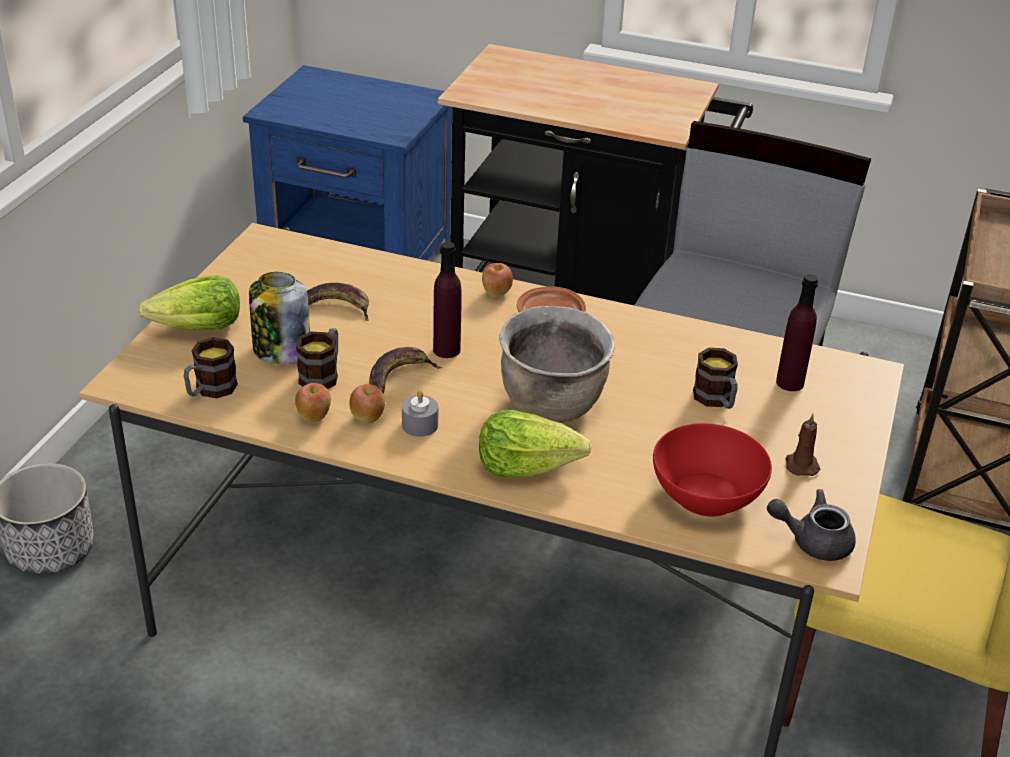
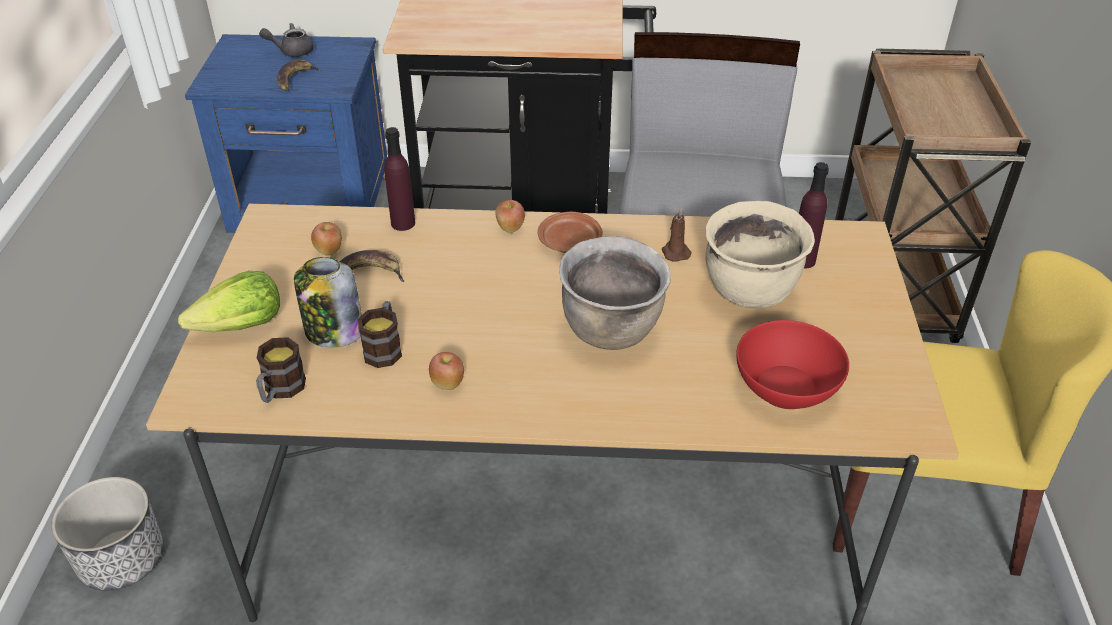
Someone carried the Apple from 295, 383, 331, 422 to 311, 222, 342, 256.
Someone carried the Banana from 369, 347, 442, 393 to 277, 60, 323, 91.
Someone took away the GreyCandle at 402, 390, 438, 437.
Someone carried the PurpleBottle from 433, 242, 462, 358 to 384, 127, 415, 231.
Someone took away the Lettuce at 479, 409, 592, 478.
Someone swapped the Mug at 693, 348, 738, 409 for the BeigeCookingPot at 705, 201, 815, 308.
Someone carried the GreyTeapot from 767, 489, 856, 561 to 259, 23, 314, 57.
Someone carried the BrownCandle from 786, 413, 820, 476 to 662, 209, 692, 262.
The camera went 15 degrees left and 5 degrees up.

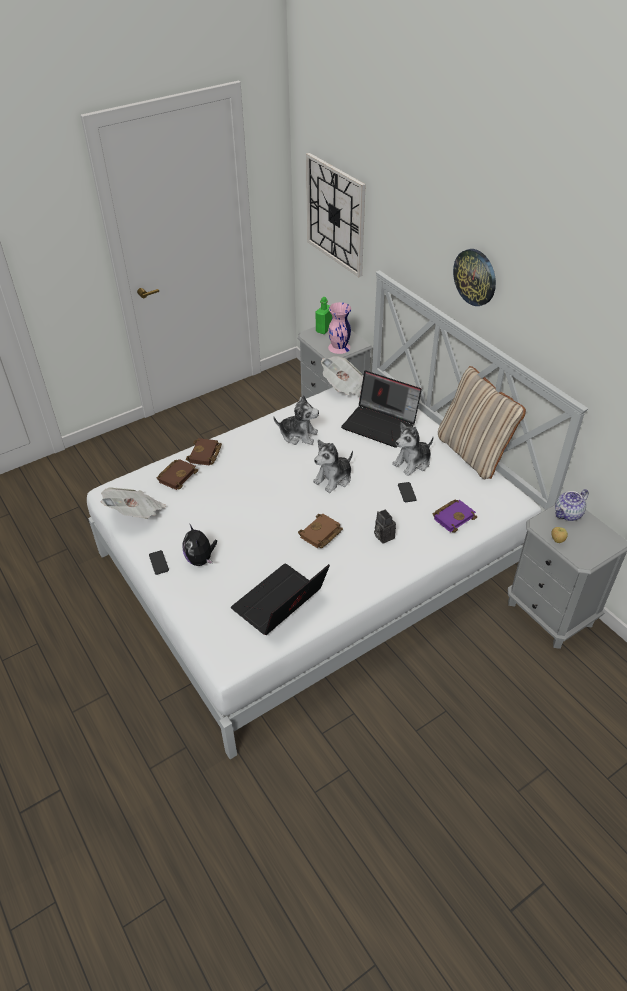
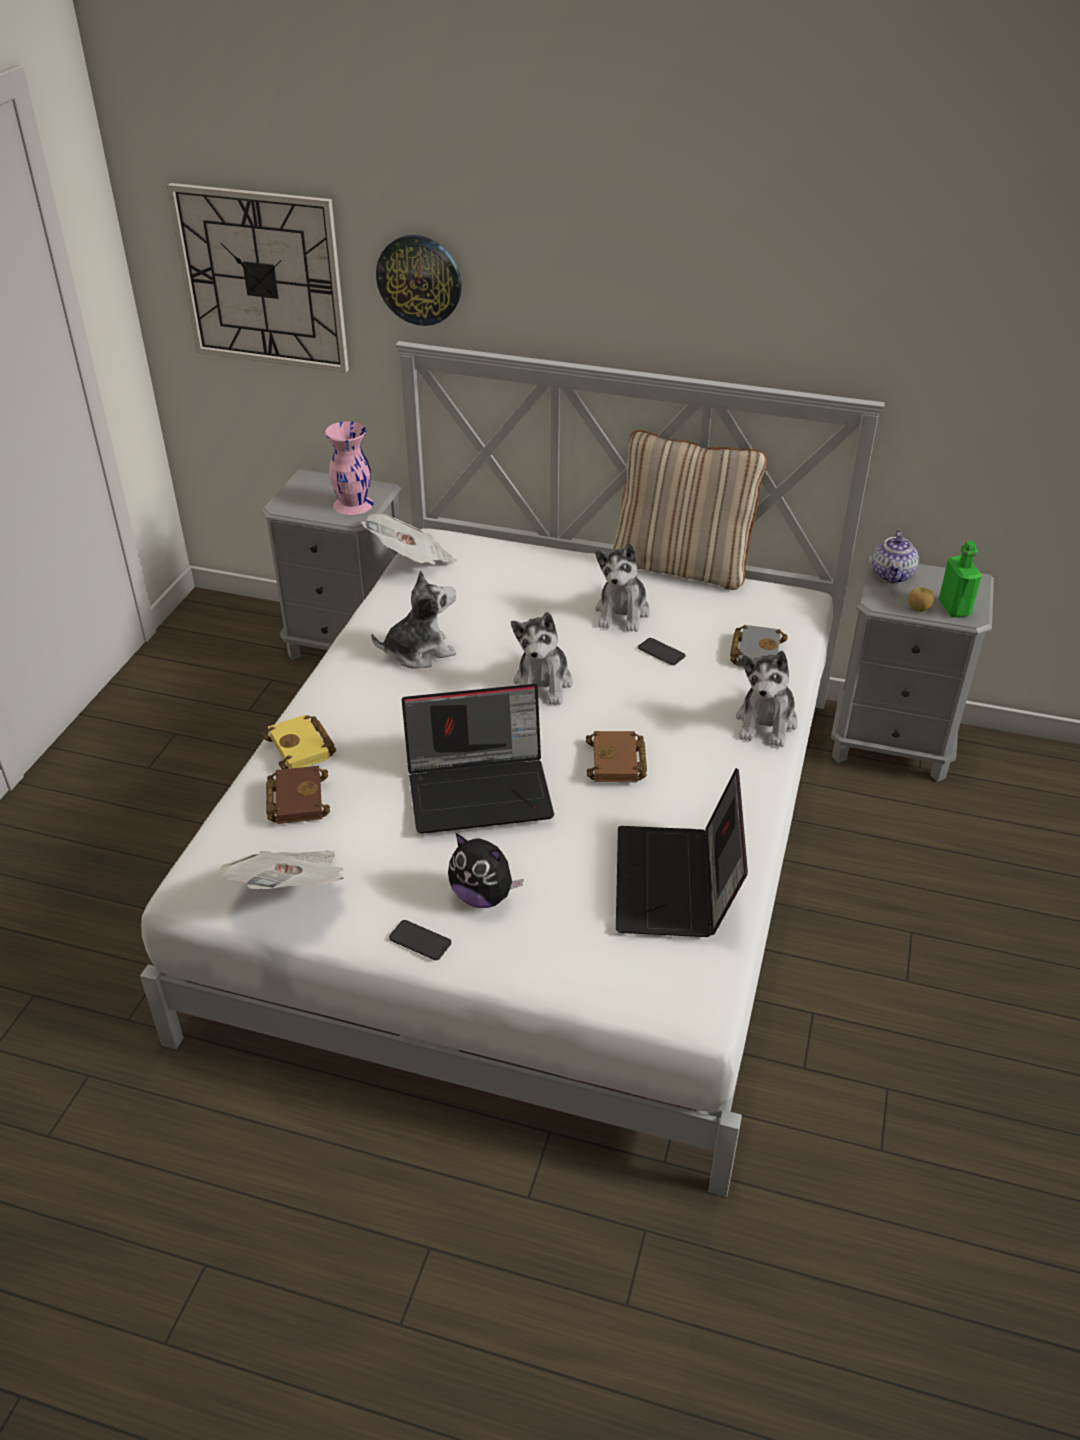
Someone repainted the BrownBook at 186, 438, 222, 465, which became the YellowBook at 262, 715, 336, 769.
Someone carried the GreenBottle from 315, 297, 332, 334 to 939, 541, 982, 617.
Someone carried the Laptop from 341, 371, 422, 448 to 402, 684, 554, 834.
Someone took away the PhotoCamera at 374, 509, 396, 544.
Someone repainted the PurpleBook at 432, 500, 477, 532, which became the GreyBook at 730, 625, 788, 667.
Someone carried the WallClock from 453, 249, 496, 306 to 376, 235, 462, 326.
Someone put down the PlushToy at 736, 651, 798, 747.
The camera went 40 degrees left and 5 degrees down.

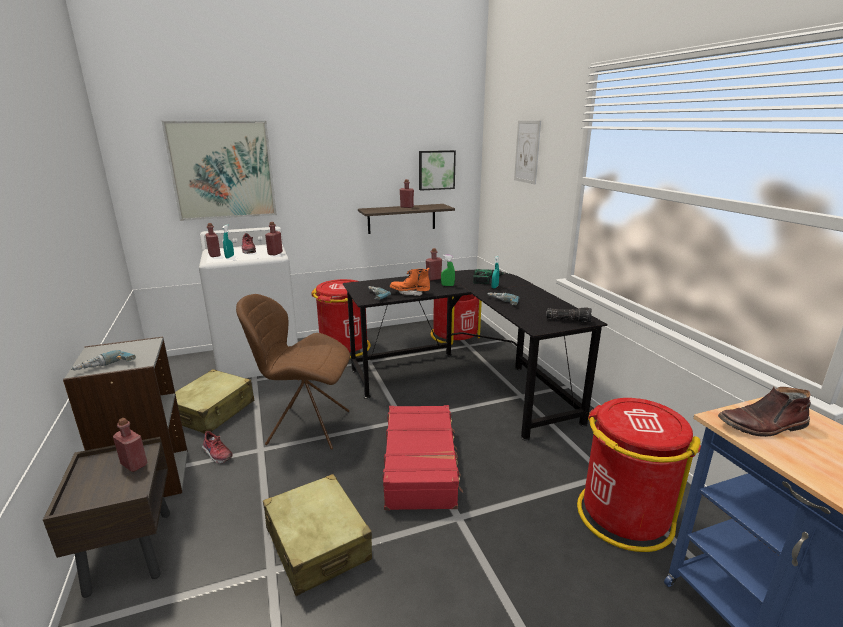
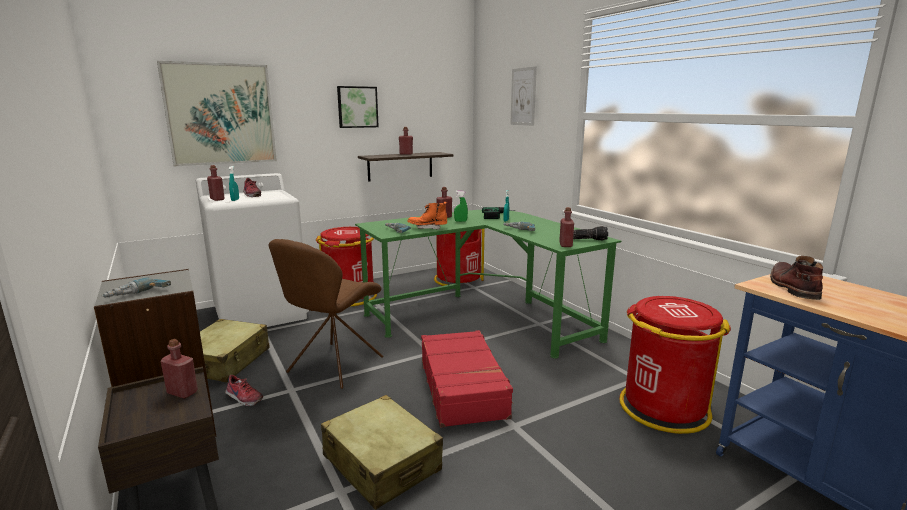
Someone rotated the BrownChair at 236, 294, 350, 450 by 60 degrees counterclockwise.
Someone carried the RedBottle from 265, 222, 283, 255 to 559, 207, 574, 247.
Someone repainted the BlackDesk at 343, 270, 607, 441, which became the GreenDesk at 355, 210, 621, 359.
Someone carried the Picture from 419, 150, 456, 191 to 337, 86, 379, 128.
Someone rotated the BrownBoot at 718, 386, 811, 437 by 120 degrees clockwise.
The camera went 10 degrees left and 5 degrees down.

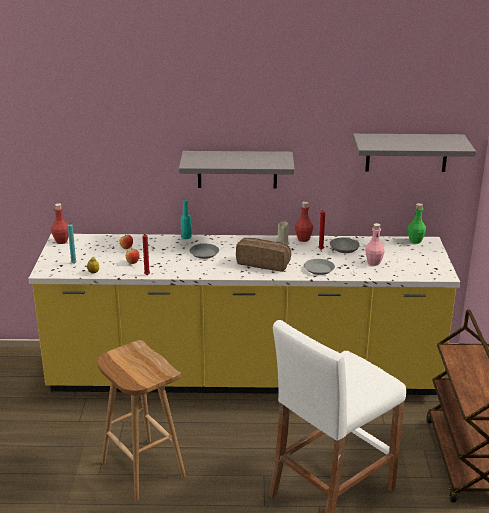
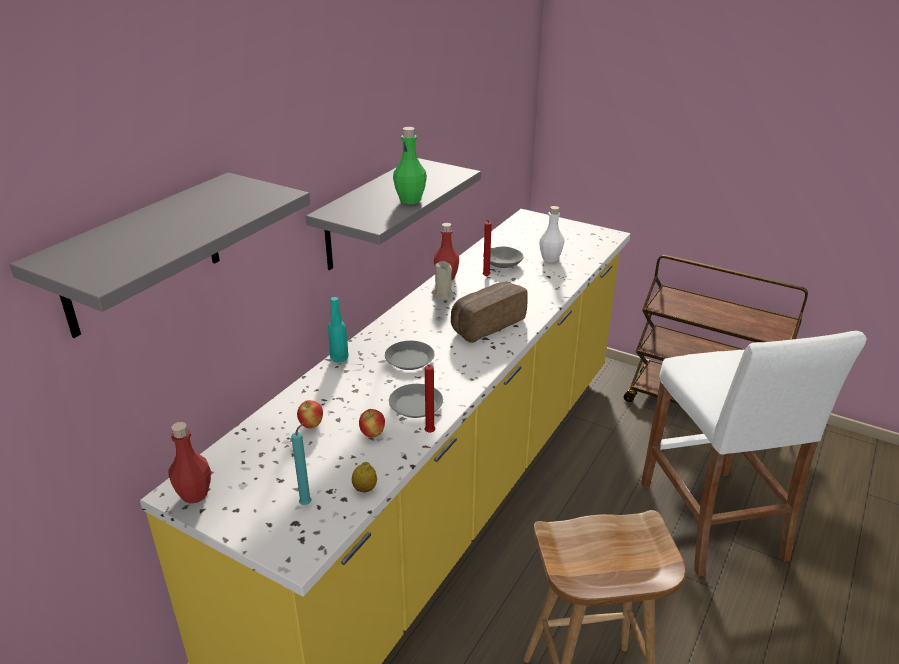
Someone carried the GreyPlate from 304, 259, 335, 275 to 389, 384, 443, 418.
Someone carried the GreyShelf from 353, 134, 476, 172 to 9, 172, 310, 338.
Someone repainted the PinkBottle at 365, 223, 385, 266, which became the WhiteBottle at 539, 206, 564, 262.
Someone carried the GreenBottle from 408, 203, 426, 244 to 393, 127, 427, 204.
The camera went 60 degrees left and 5 degrees up.

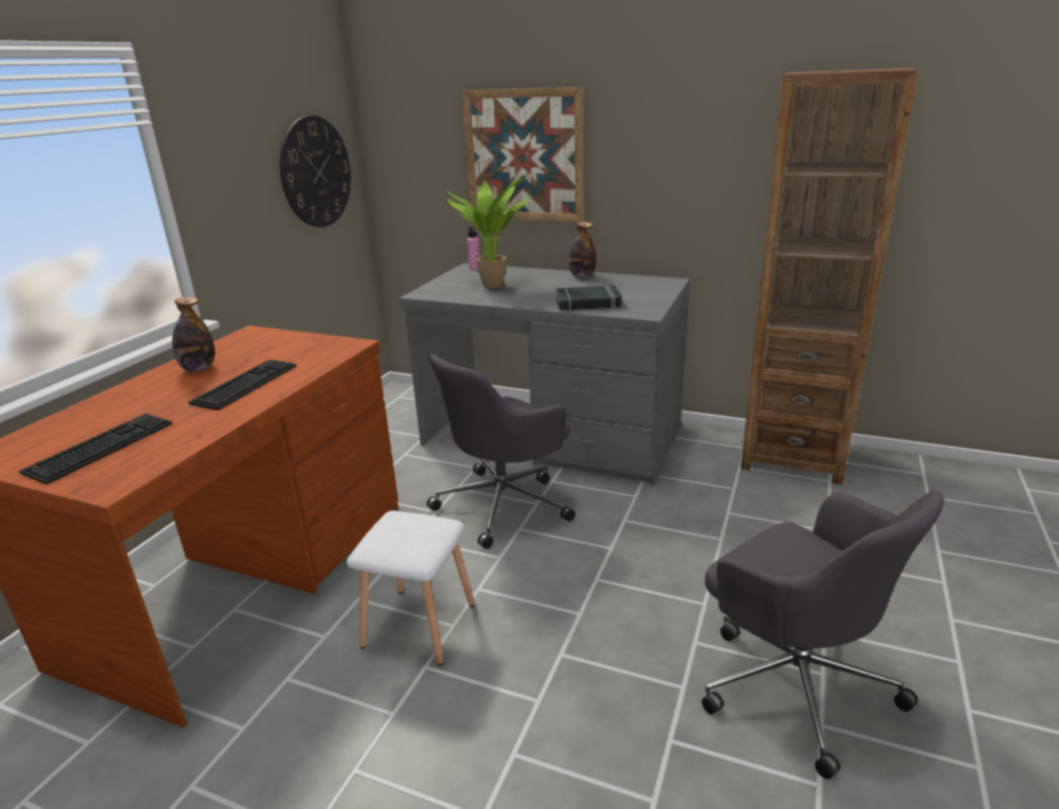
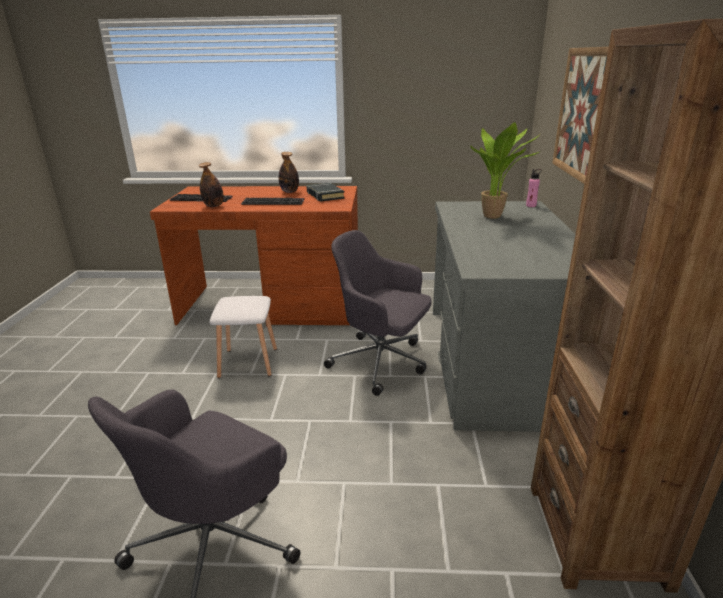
Someone took away the WallClock at 280, 115, 351, 227.
Someone carried the BlackBook from 556, 285, 622, 311 to 307, 183, 345, 202.
Someone carried the Bottle from 569, 222, 596, 278 to 199, 162, 224, 207.
The camera went 70 degrees right and 0 degrees up.

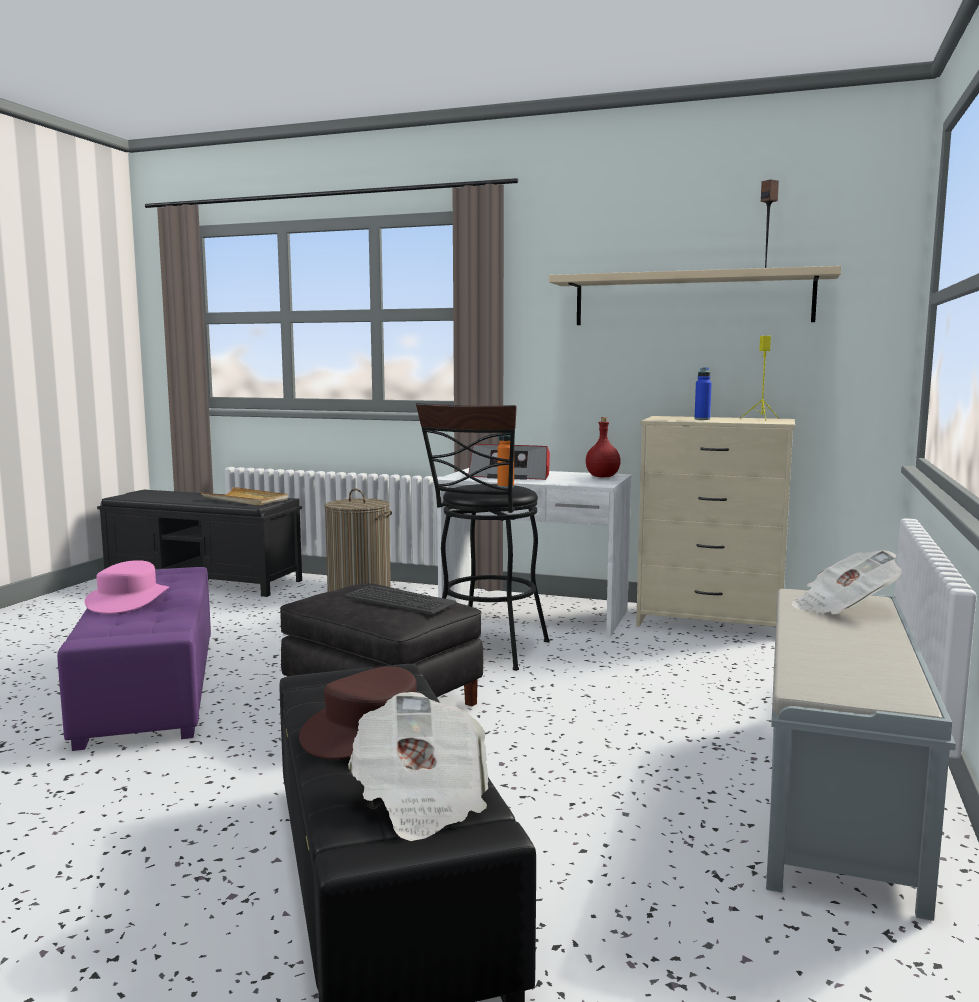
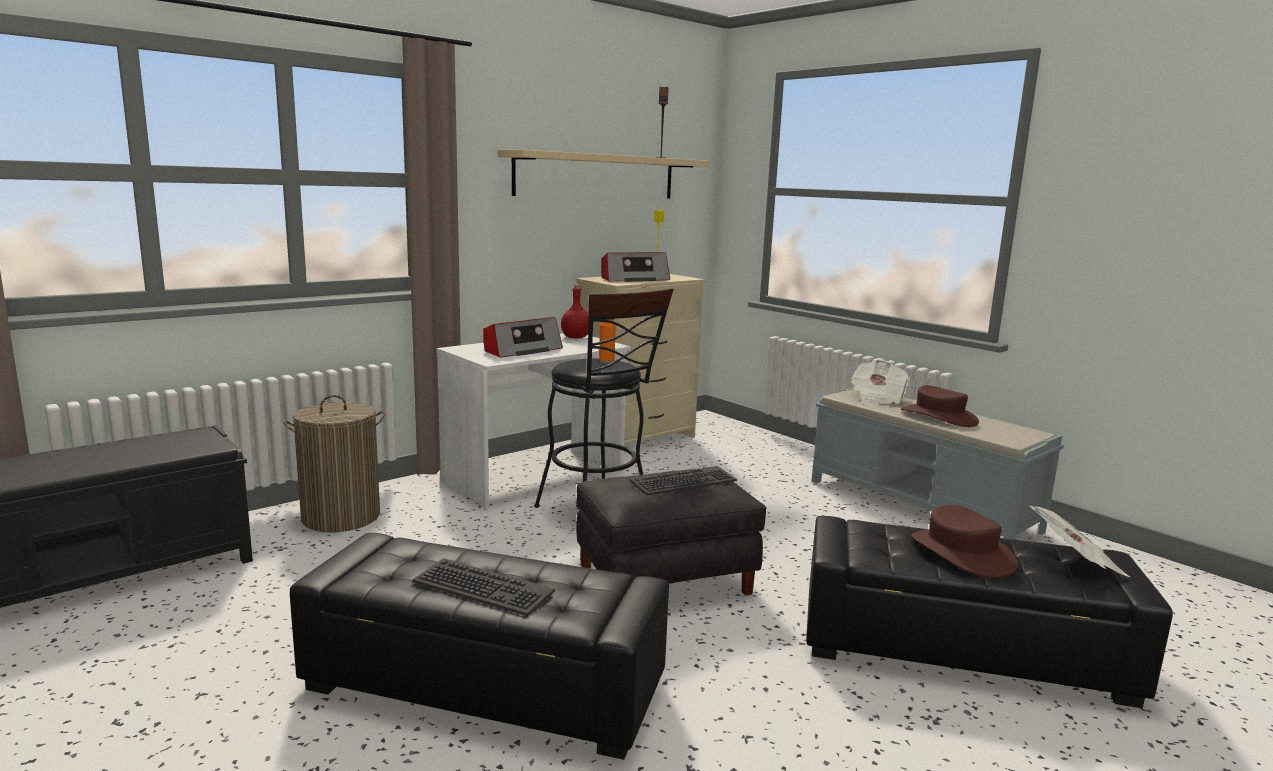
Someone repainted the PurpleOttoman at 57, 567, 211, 751, which became the BlackOttoman at 290, 533, 669, 760.
Someone swapped the PinkHat at 85, 560, 169, 614 for the Keyboard at 412, 558, 555, 616.
Someone took away the BeigeTray at 201, 487, 288, 506.
Someone swapped the BlueBottle at 695, 368, 712, 420 for the Radio at 601, 252, 670, 282.
Someone put down the BrownHat at 901, 385, 979, 427.
The camera went 60 degrees left and 5 degrees up.

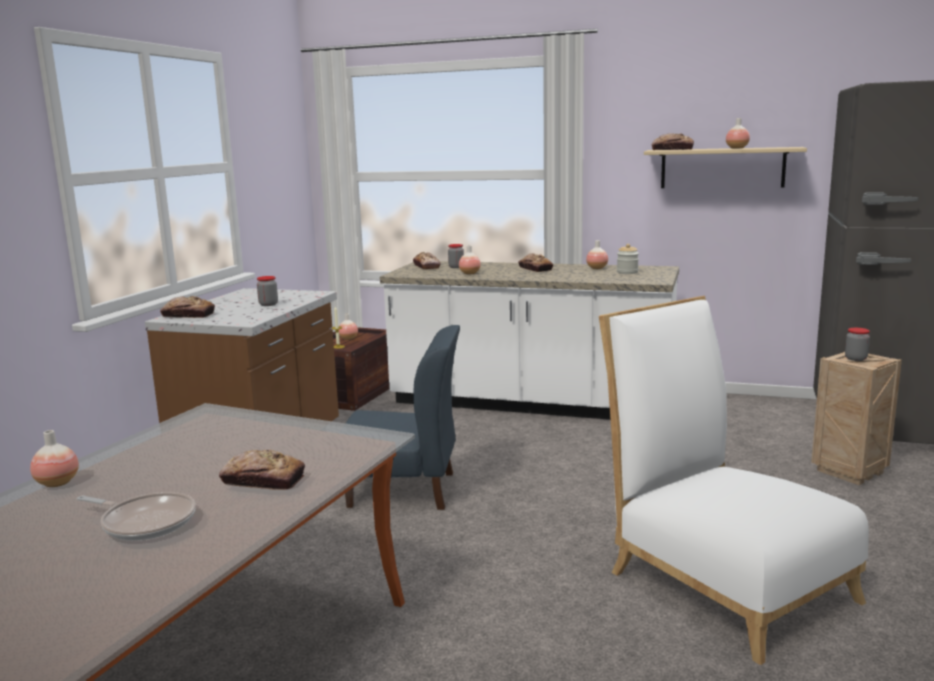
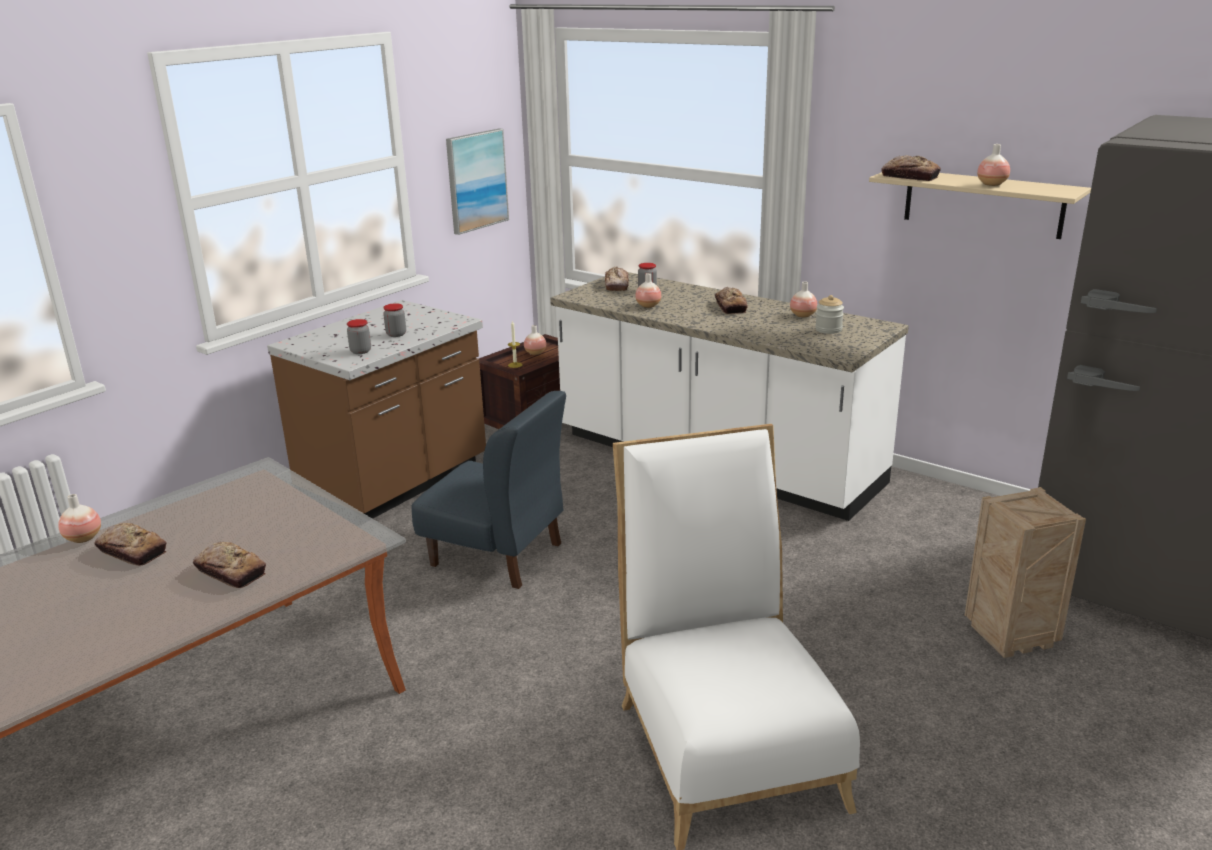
Someone took away the FryingPan at 77, 492, 196, 541.
Someone carried the Bread from 160, 296, 215, 318 to 94, 523, 167, 566.
Someone carried the Jar from 845, 328, 870, 361 to 347, 319, 371, 354.
Someone put up the Picture at 446, 129, 509, 235.
The camera went 20 degrees right and 10 degrees up.

